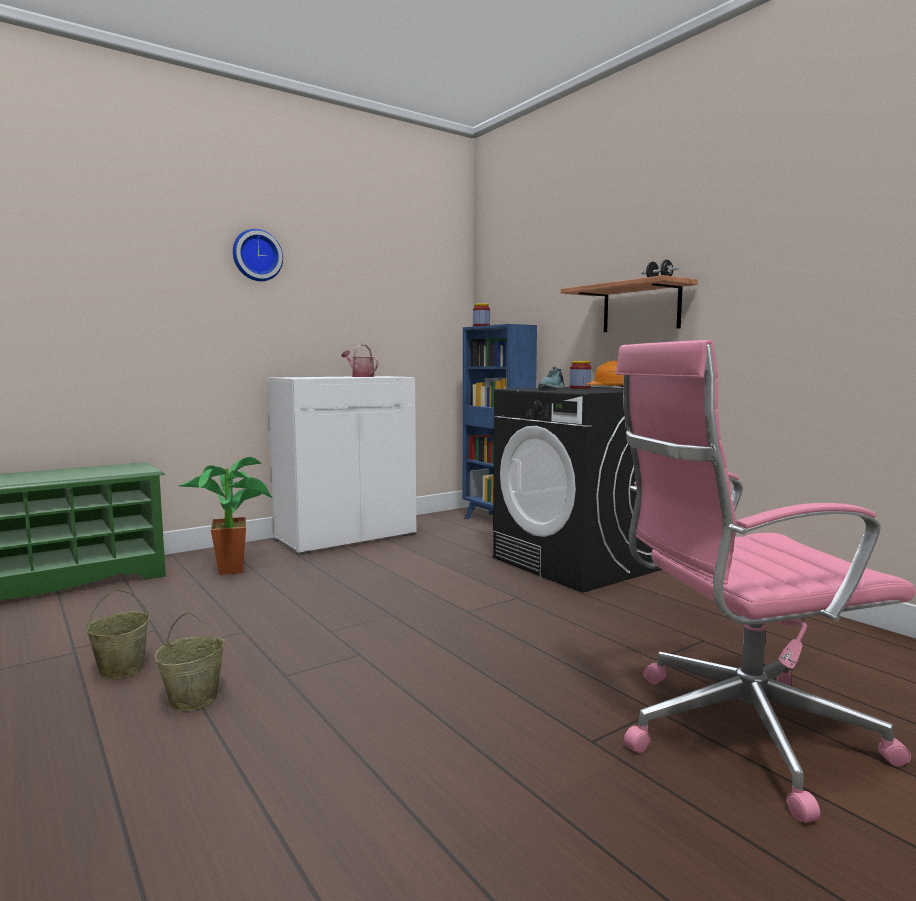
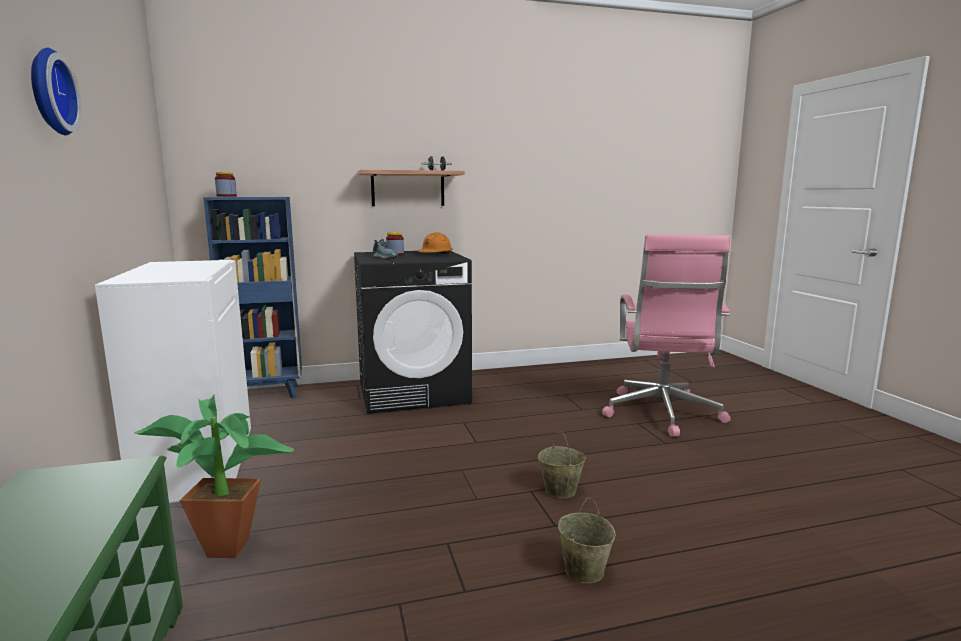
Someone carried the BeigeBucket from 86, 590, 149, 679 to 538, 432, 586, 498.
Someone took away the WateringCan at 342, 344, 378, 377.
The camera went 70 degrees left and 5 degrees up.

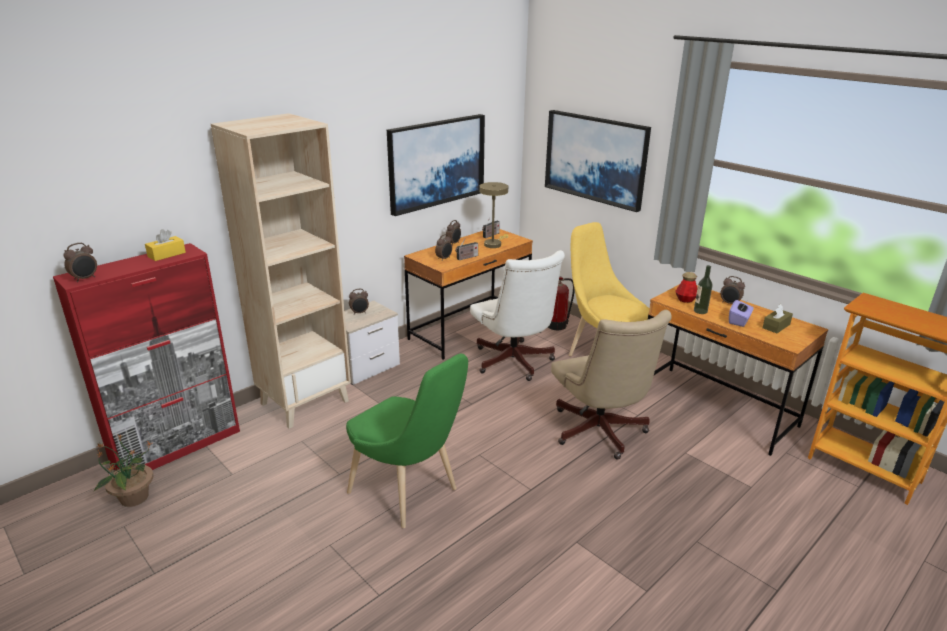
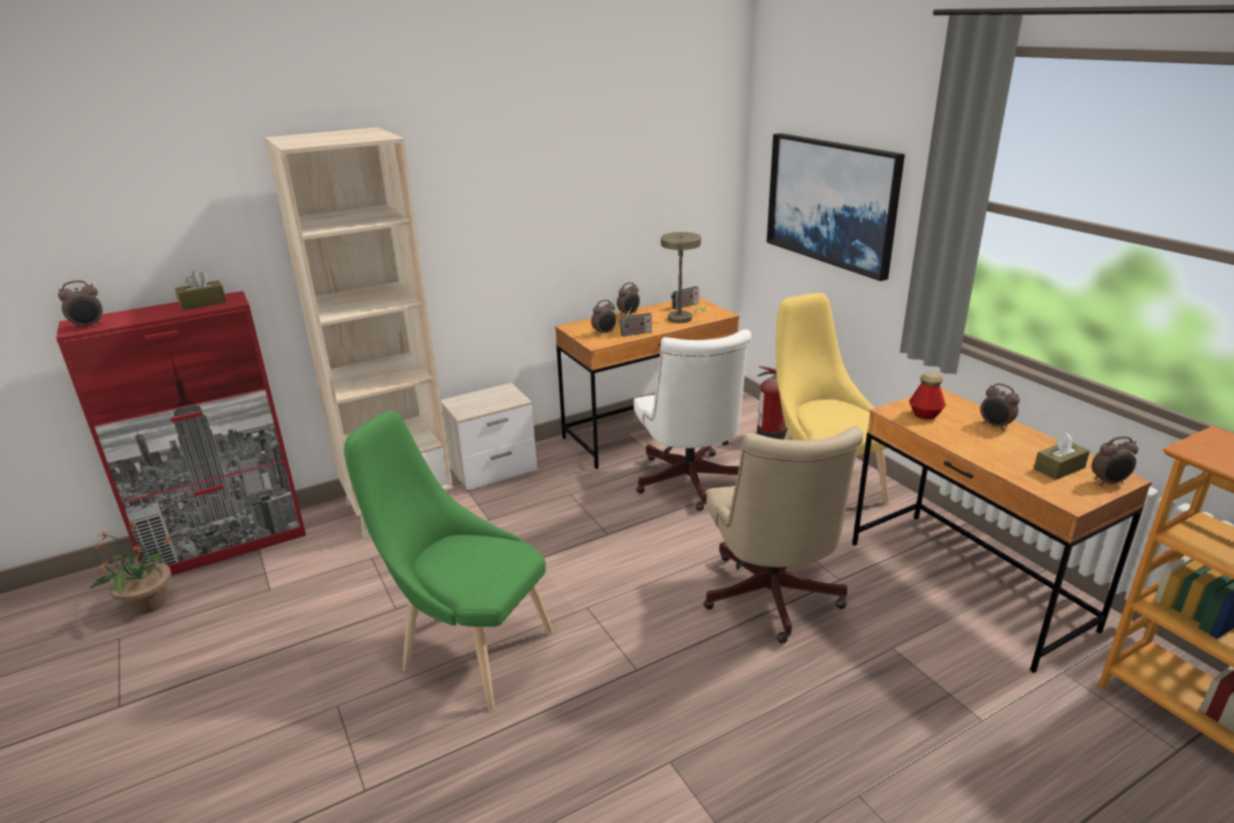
Someone repainted the YellowTissueBox at 145, 229, 186, 261, which became the BrownTissueBox at 175, 270, 226, 310.
Someone rotated the GreenChair at 346, 354, 468, 528 by 150 degrees clockwise.
Someone carried the AlarmClock from 349, 289, 369, 315 to 1091, 436, 1138, 486.
Someone took away the Picture at 387, 114, 485, 216.
Someone took away the Bottle at 694, 265, 713, 314.
Someone took away the PurpleTissueBox at 729, 299, 754, 327.
The camera went 15 degrees right and 0 degrees up.

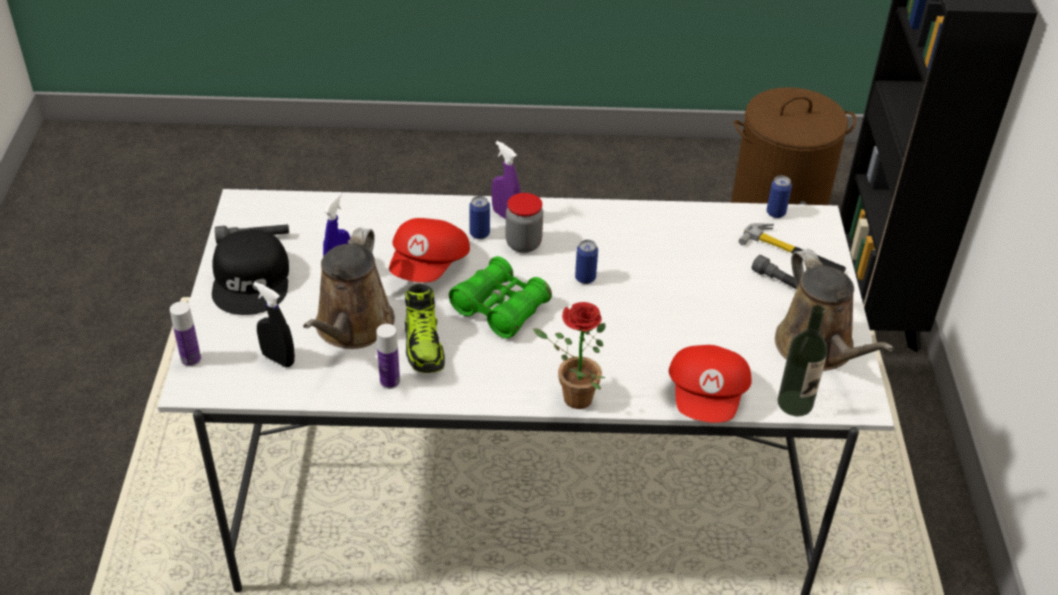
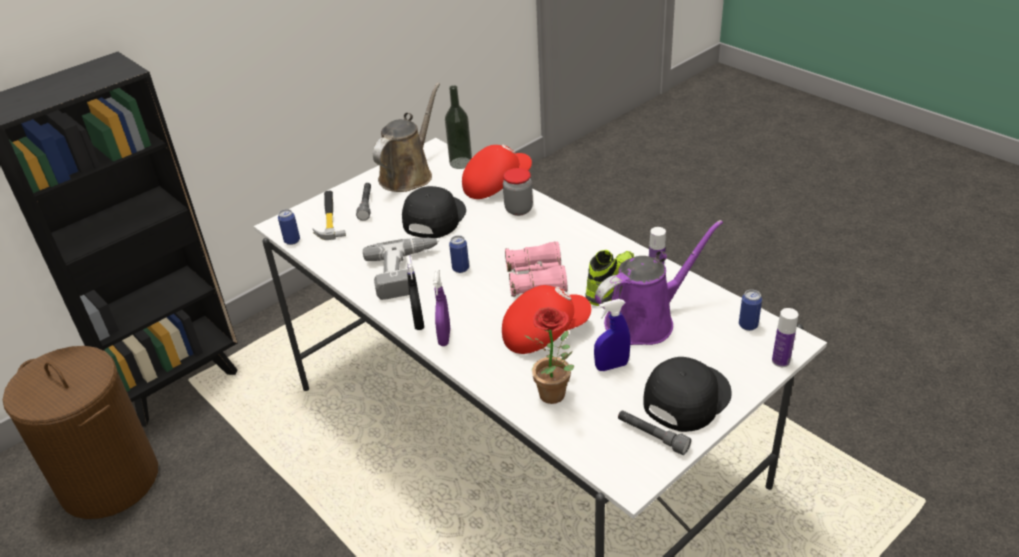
Someone carried the BlackSprayBottle from 254, 282, 295, 367 to 406, 255, 424, 330.
Someone repainted the BrownWateringCan at 303, 227, 395, 349, which became the PurpleWateringCan at 595, 220, 723, 345.
Someone repainted the GreenBinoculars at 448, 256, 552, 339, which became the PinkBinoculars at 505, 241, 567, 297.
Someone carried the Can from 469, 196, 490, 239 to 739, 290, 762, 331.
Someone carried the Jar from 505, 193, 543, 253 to 503, 168, 533, 216.
Someone carried the PottedPlant from 533, 302, 606, 409 to 524, 307, 574, 404.
Someone put down the PowerDrill at 363, 238, 439, 300.
Someone put down the BlackCap at 402, 186, 466, 238.
The camera went 130 degrees left and 5 degrees down.

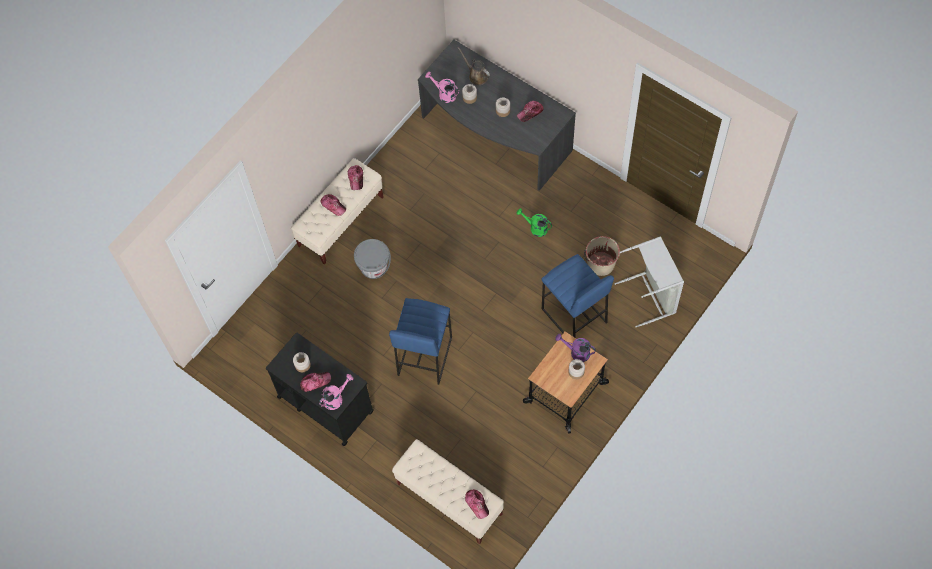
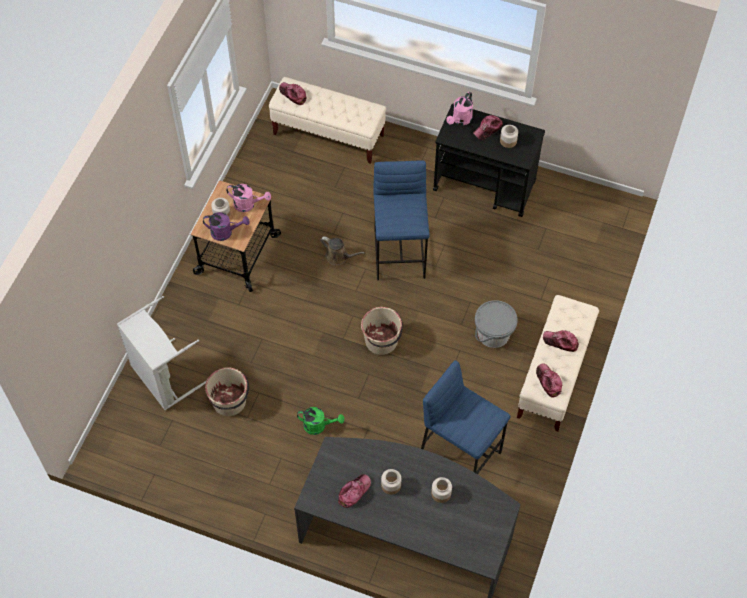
Someone carried the PinkWateringCan from 425, 72, 459, 103 to 226, 184, 271, 212.
Someone carried the BrownWateringCan from 458, 47, 490, 85 to 320, 237, 365, 265.
Someone carried the BlueStool from 541, 254, 614, 338 to 421, 360, 510, 474.
Someone put down the BeigeBucket at 361, 307, 403, 355.
The camera went 160 degrees right and 5 degrees down.

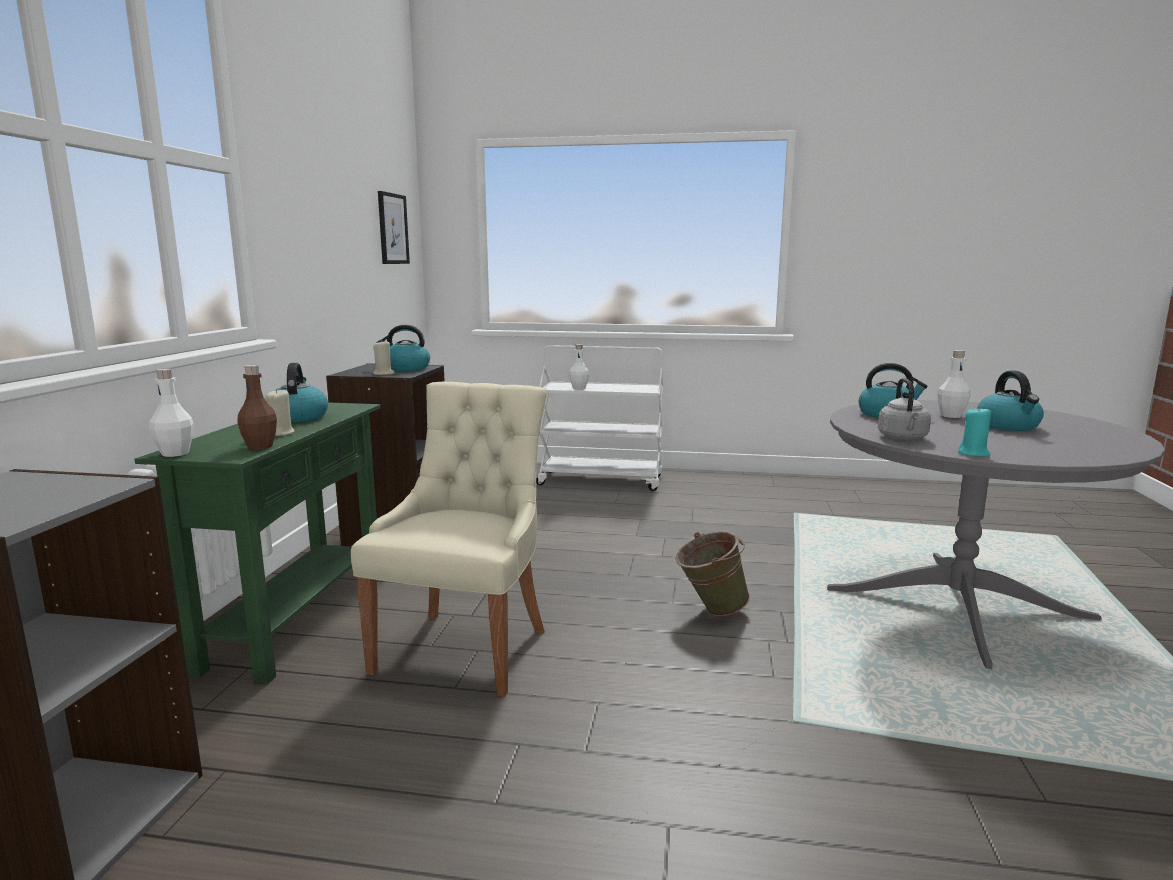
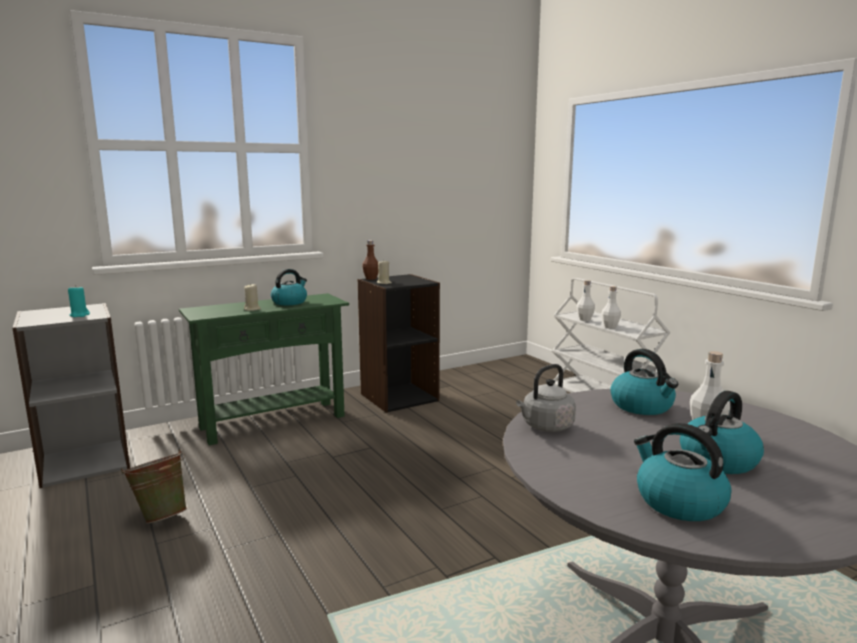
Someone carried the WhiteBottle from 149, 369, 194, 457 to 601, 286, 621, 329.
Someone carried the BrownBottle from 237, 365, 277, 450 to 362, 240, 378, 280.
Someone took away the BeigeChair at 351, 382, 547, 697.
Someone carried the Kettle from 376, 325, 430, 371 to 634, 423, 731, 521.
Someone took away the Picture at 378, 191, 410, 264.
Someone carried the GreenBucket from 676, 531, 750, 616 to 121, 450, 187, 524.
Someone carried the TurquoiseCandle from 958, 406, 991, 457 to 68, 285, 90, 317.
The camera went 50 degrees right and 0 degrees up.

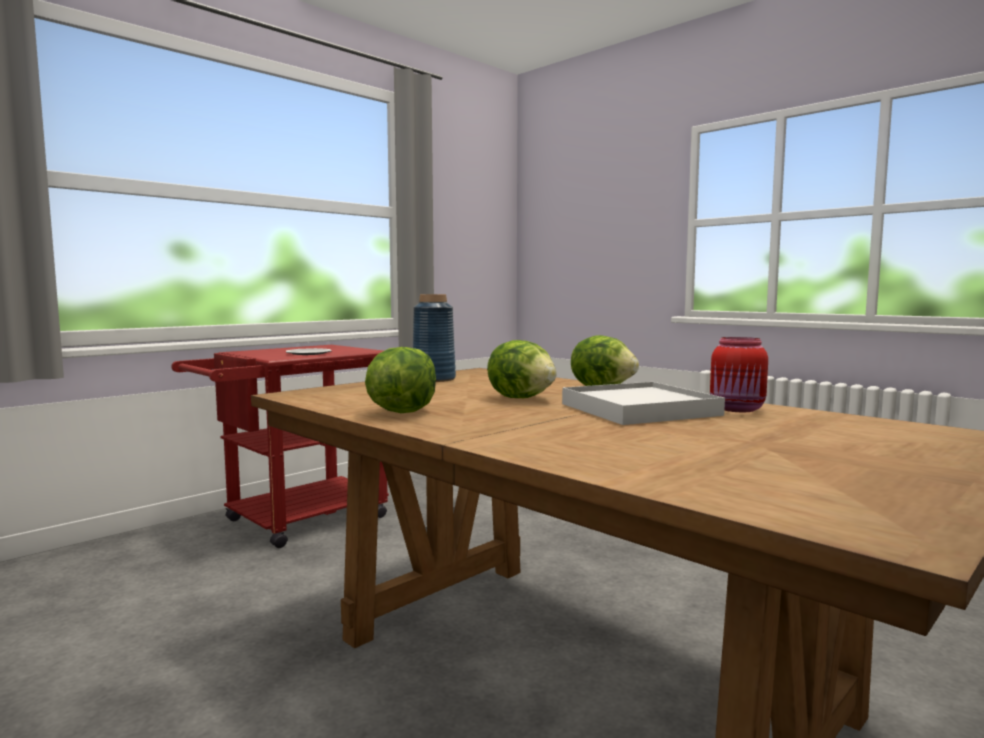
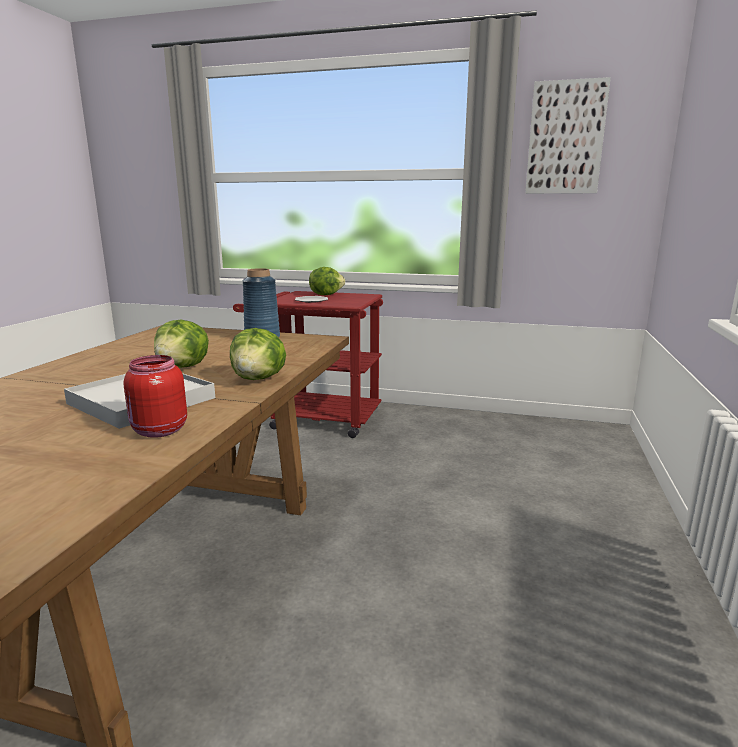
Someone carried the Lettuce from 365, 347, 436, 413 to 309, 267, 345, 295.
Someone put up the Picture at 525, 77, 611, 194.
The camera went 60 degrees right and 10 degrees up.

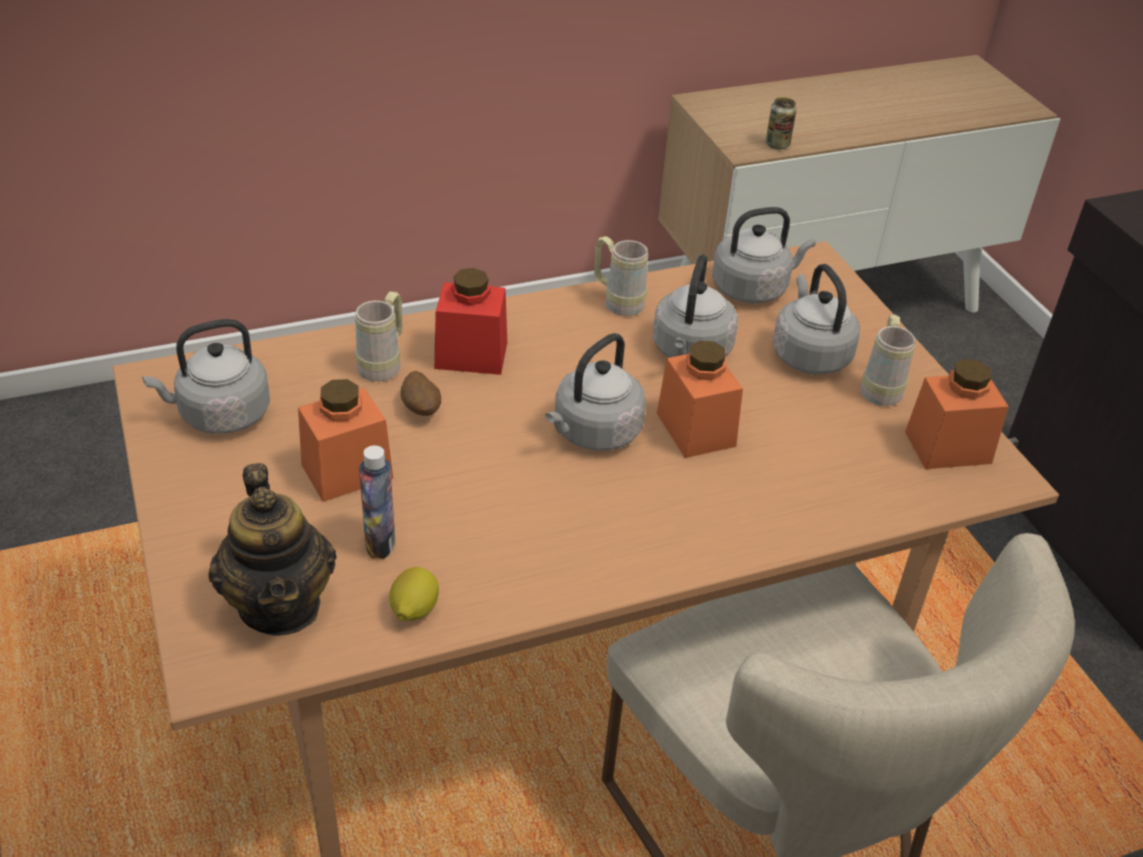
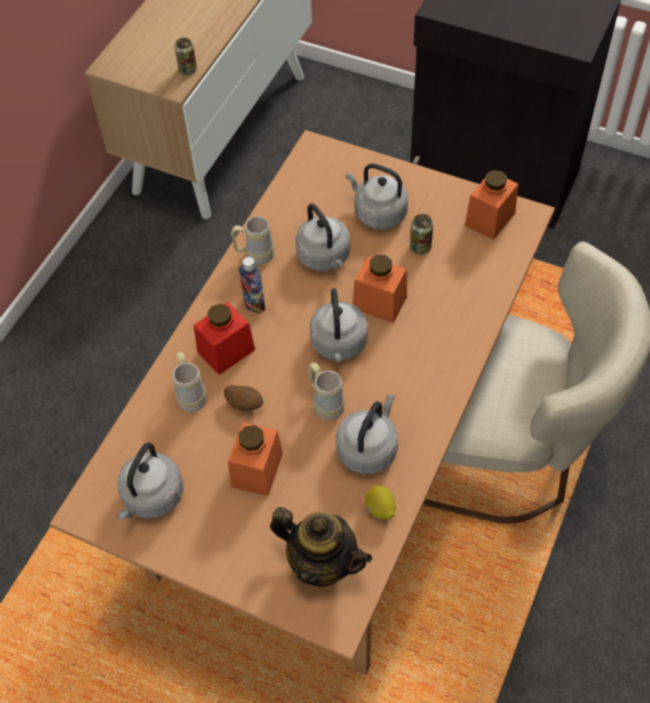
Someone carried the Bottle from 359, 445, 395, 559 to 239, 257, 265, 314.
Someone carried the GreyKettle from 712, 207, 816, 303 to 336, 395, 398, 474.
Someone carried the BeigeMug from 860, 314, 916, 406 to 308, 363, 345, 420.
Someone put down the Can at 410, 214, 433, 255.
The camera went 40 degrees left and 15 degrees up.

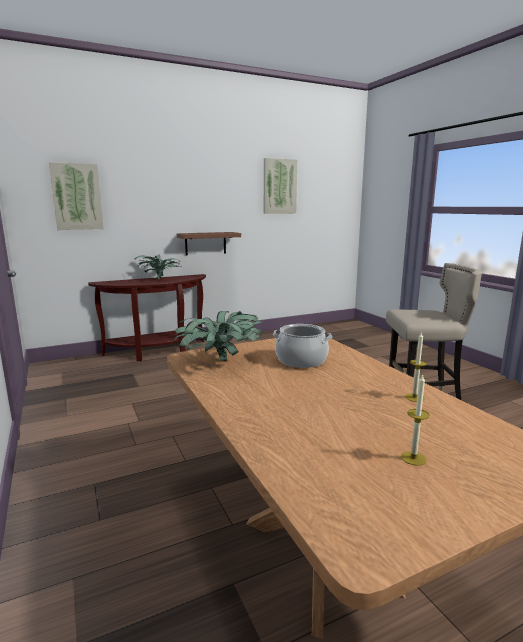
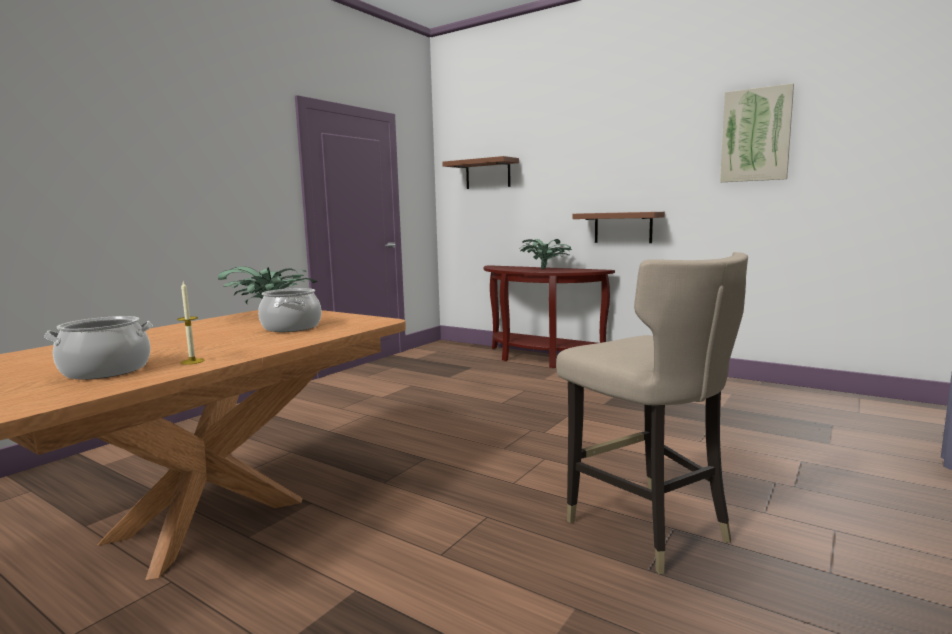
Someone swapped the Picture at 49, 162, 104, 230 for the BrownShelf at 442, 156, 519, 189.
Someone took away the Candle at 401, 374, 430, 466.
Someone put down the CookingPot at 44, 316, 153, 379.
The camera went 60 degrees right and 5 degrees down.

